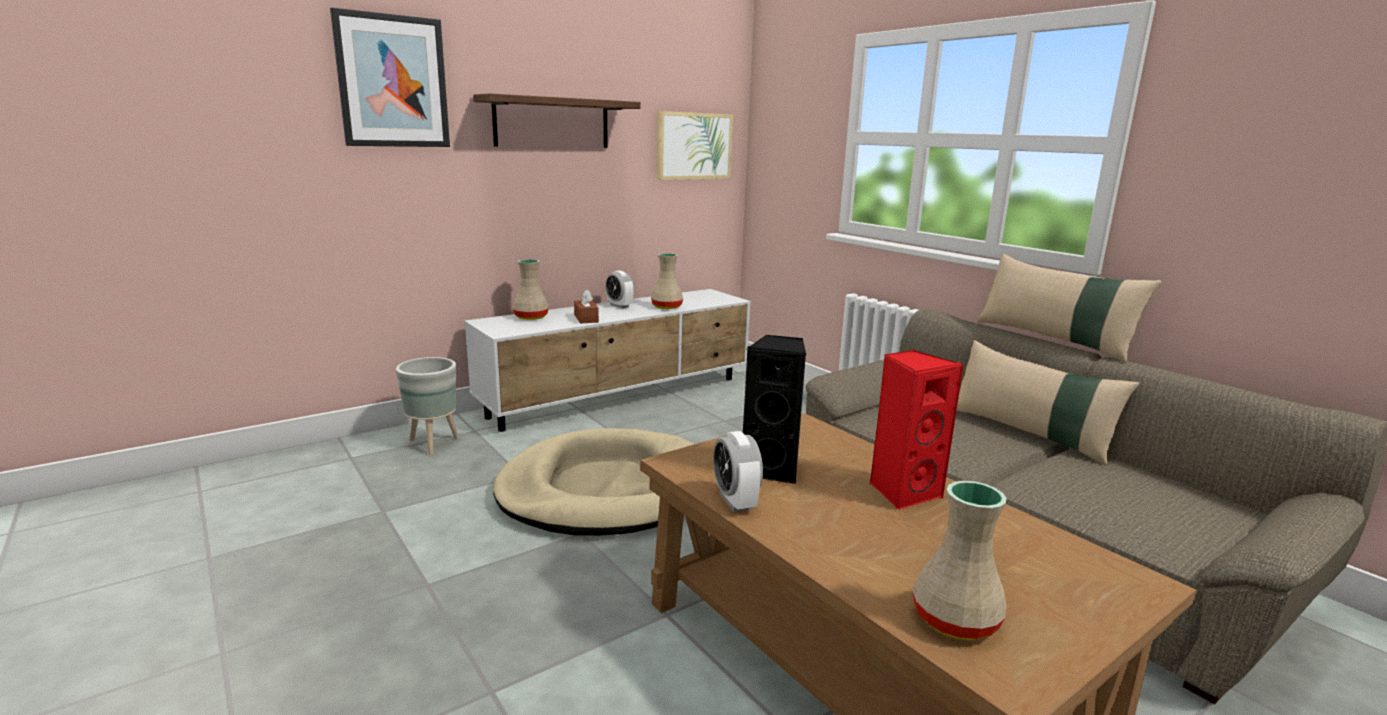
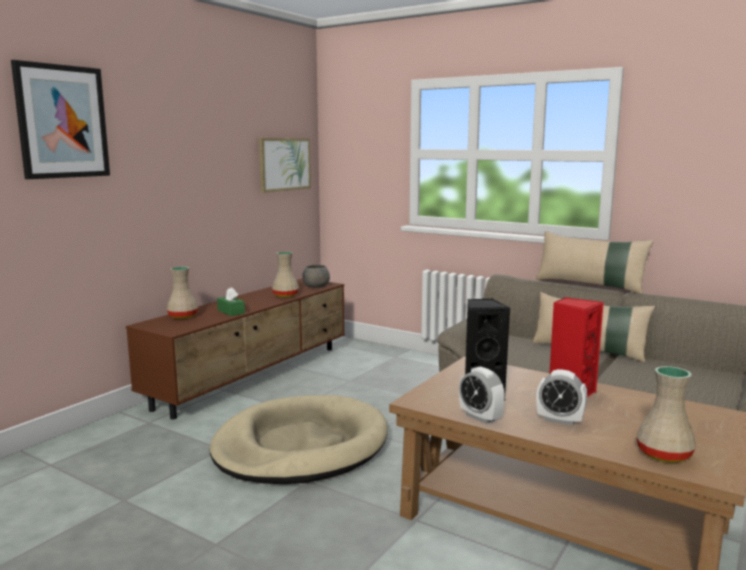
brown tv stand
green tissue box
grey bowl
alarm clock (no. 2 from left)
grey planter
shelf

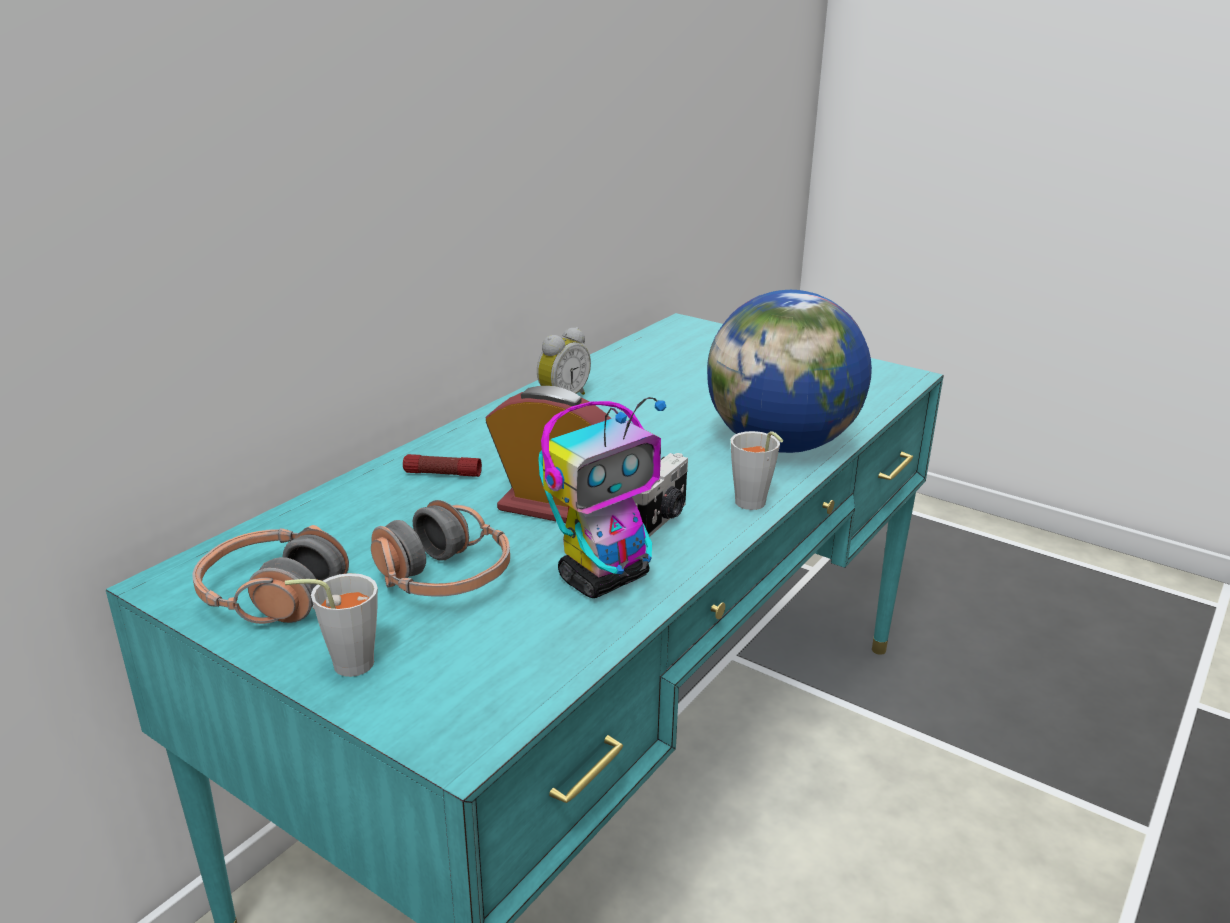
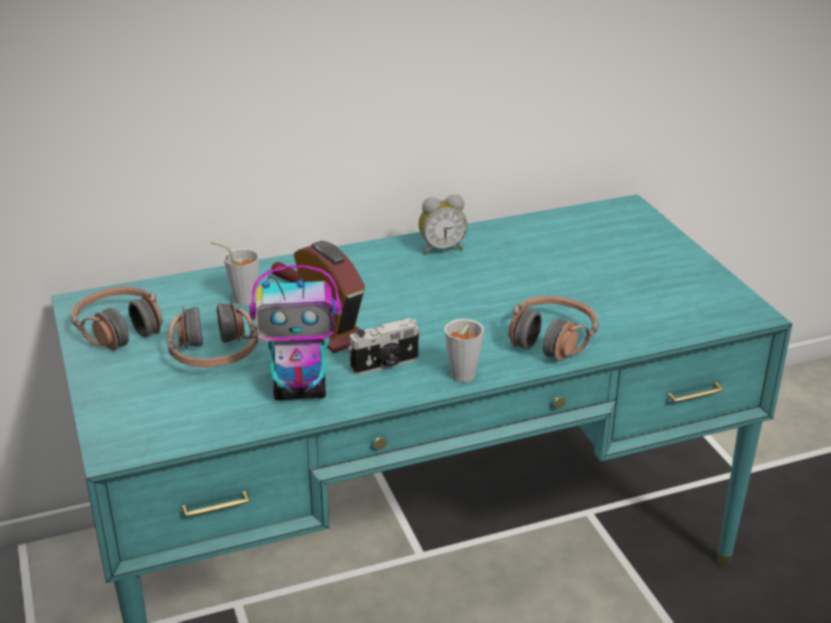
grey cup (no. 1 from left)
headphones (no. 3 from left)

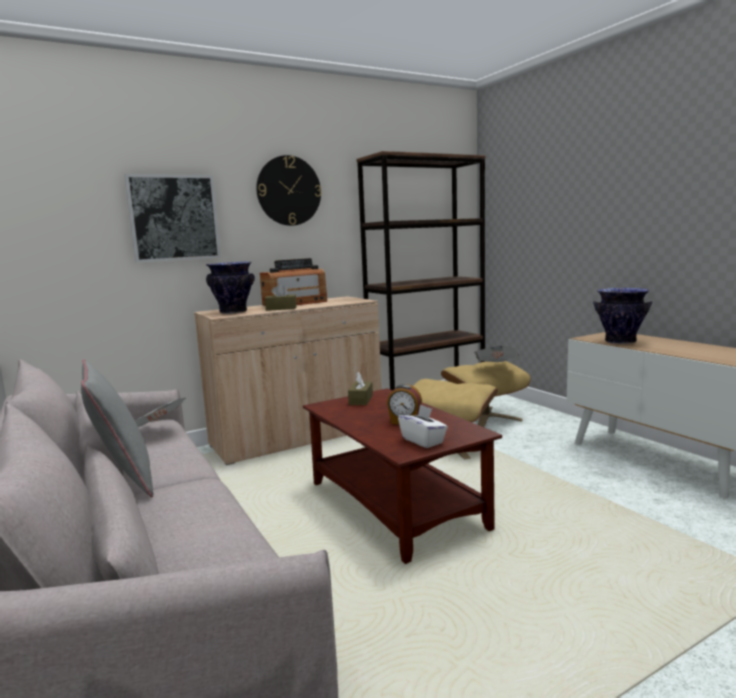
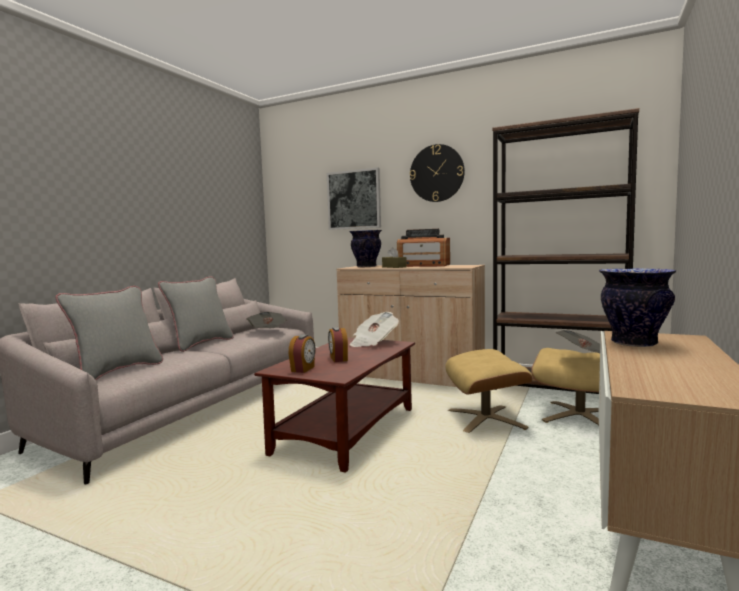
grey pillow (no. 1 from left)
alarm clock (no. 1 from left)
newspaper (no. 2 from left)

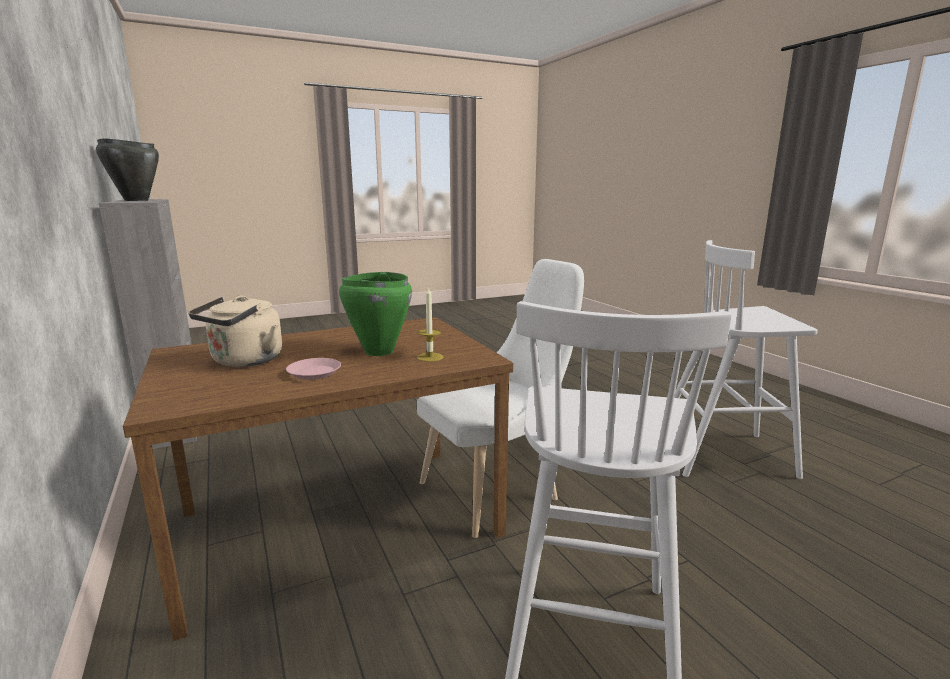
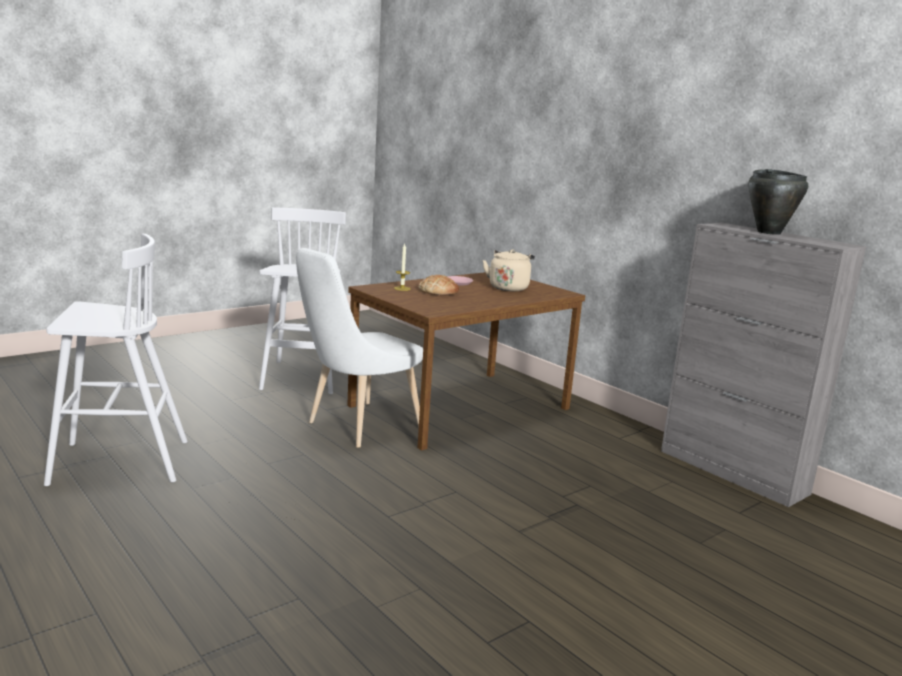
bread

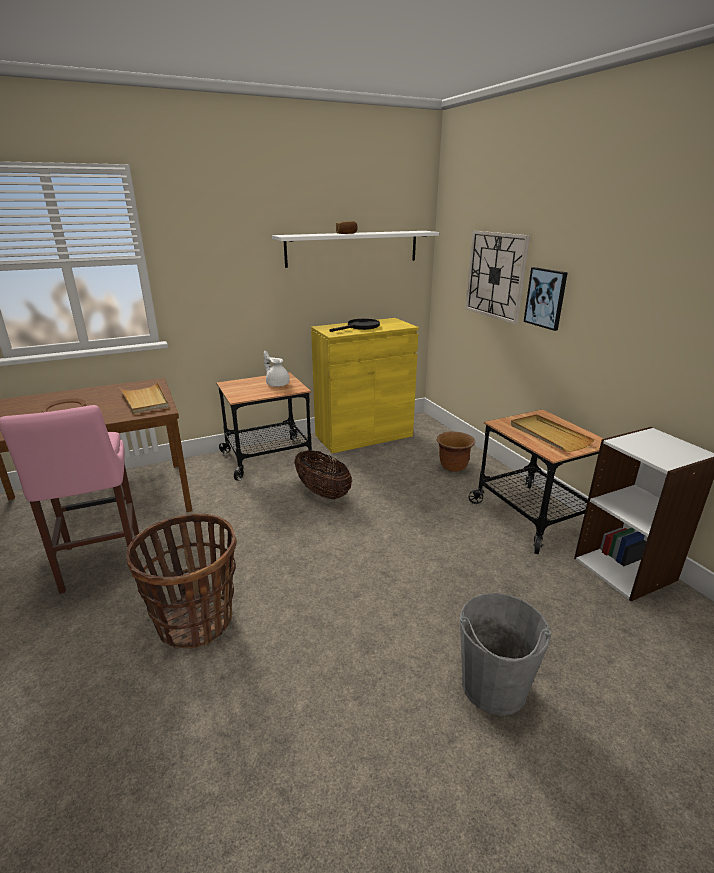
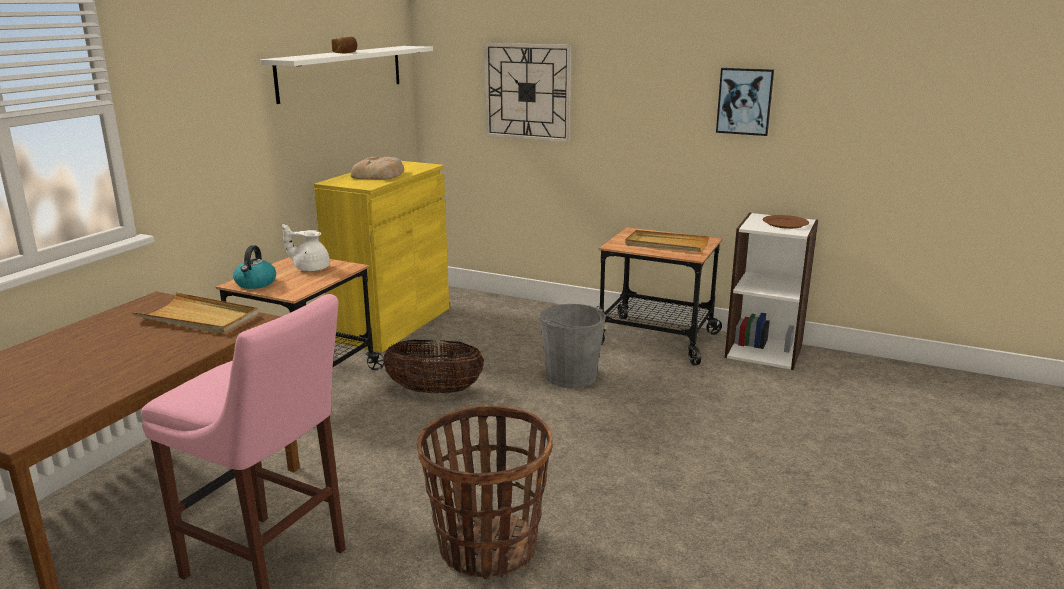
kettle
bread (no. 2 from left)
grey bucket
picture
brown plate
brown planter

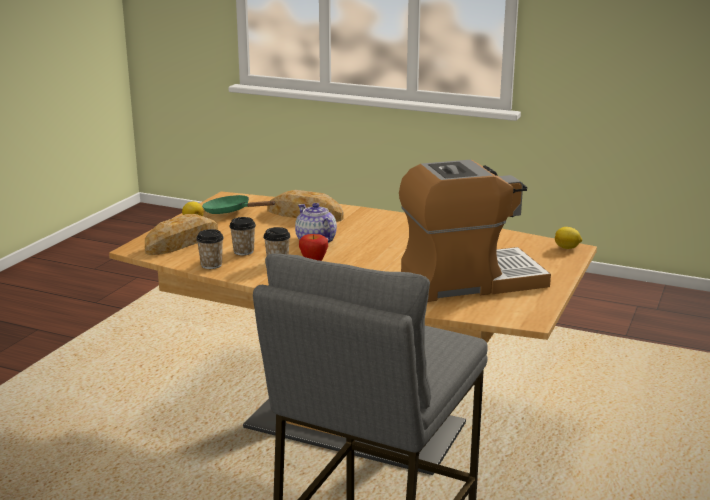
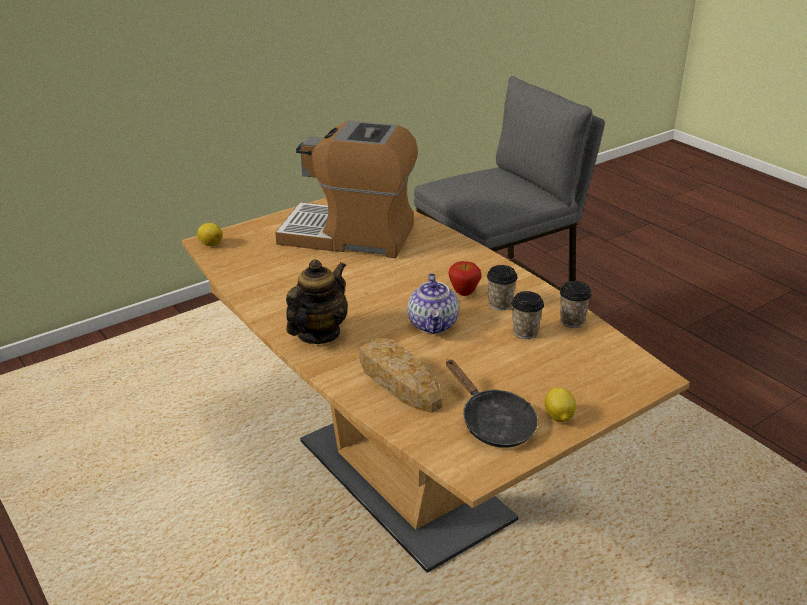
teapot (no. 1 from left)
black frying pan
bread (no. 1 from left in the first image)

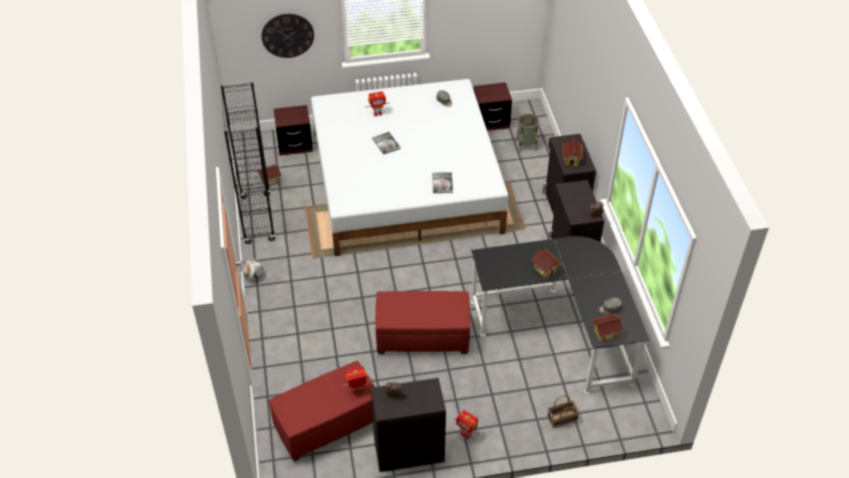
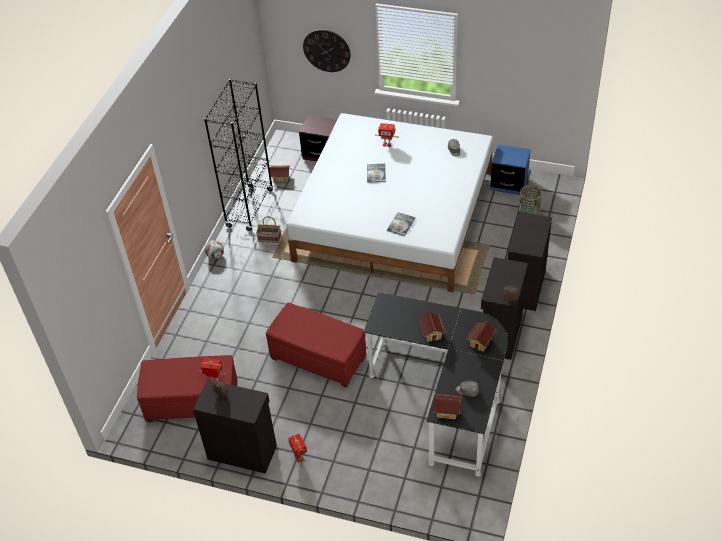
basket (no. 1 from left)
toy house (no. 4 from left)
blue nightstand

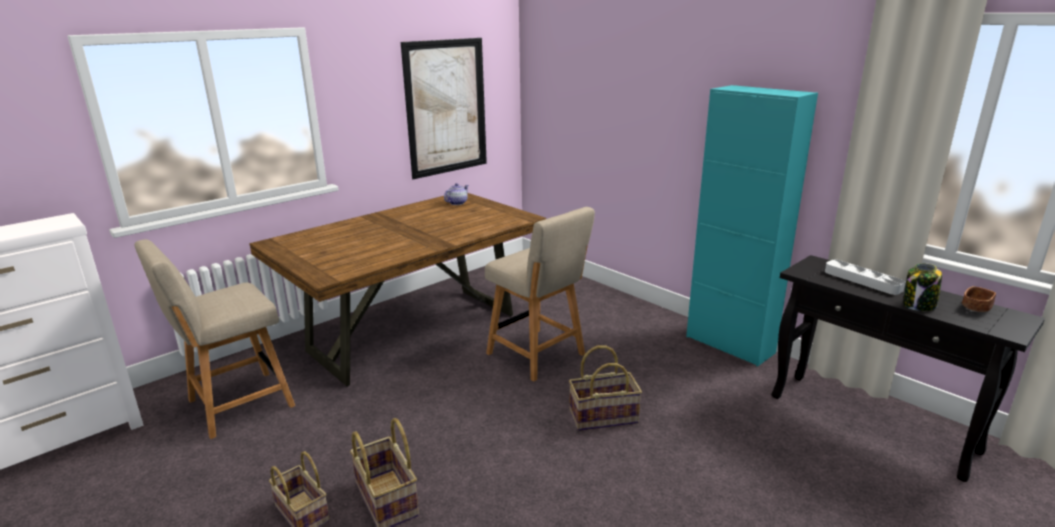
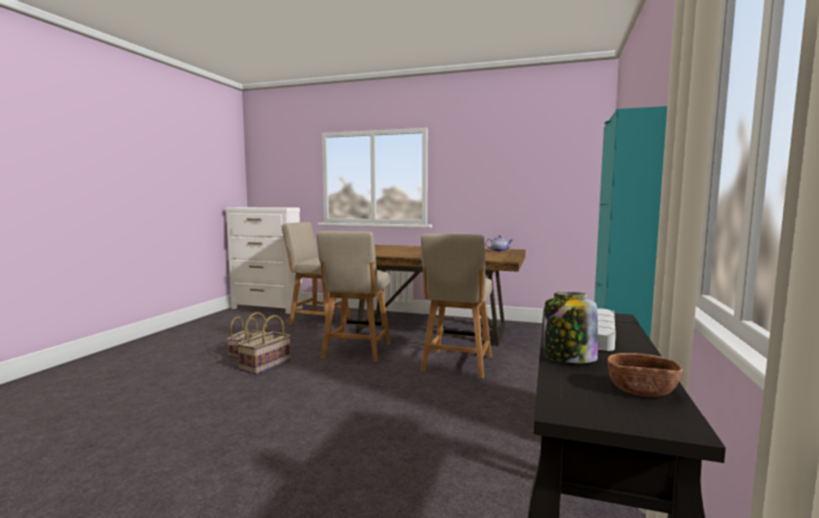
beige chair (no. 2 from left)
picture
basket (no. 3 from left in the first image)

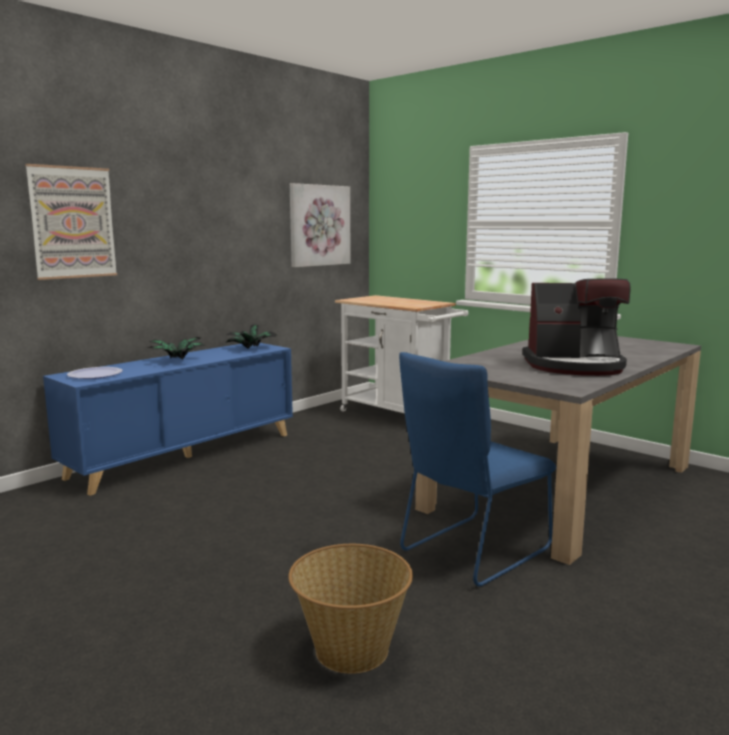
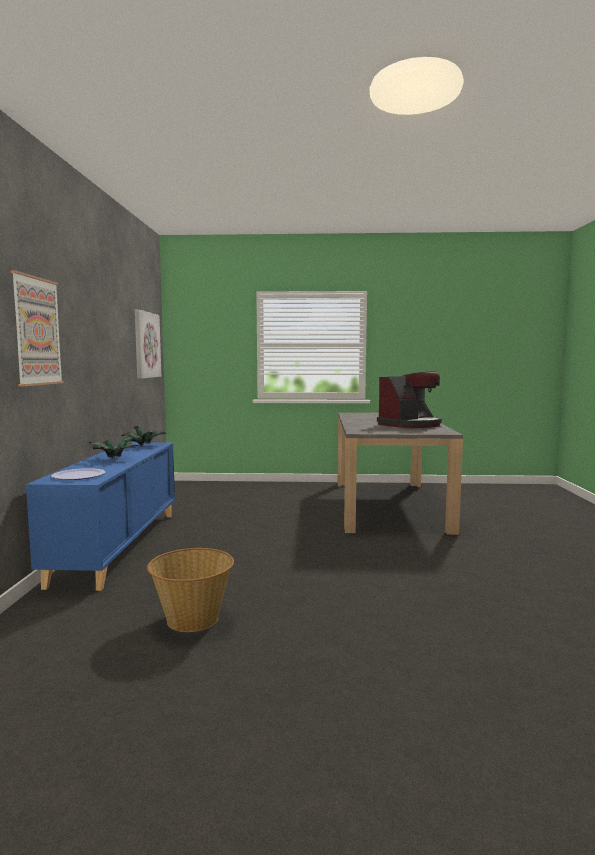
basket
white cart
blue chair

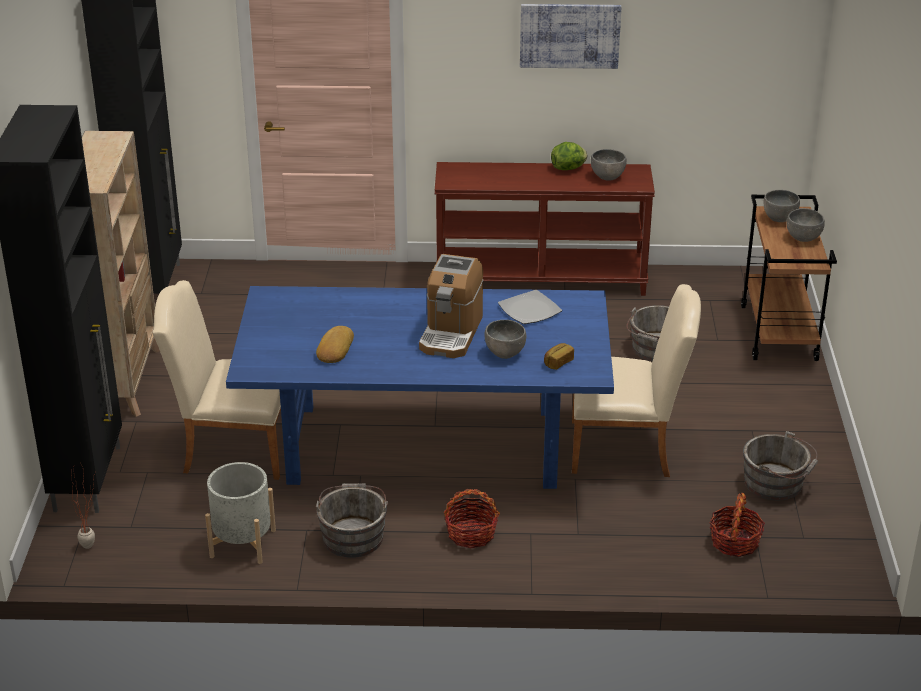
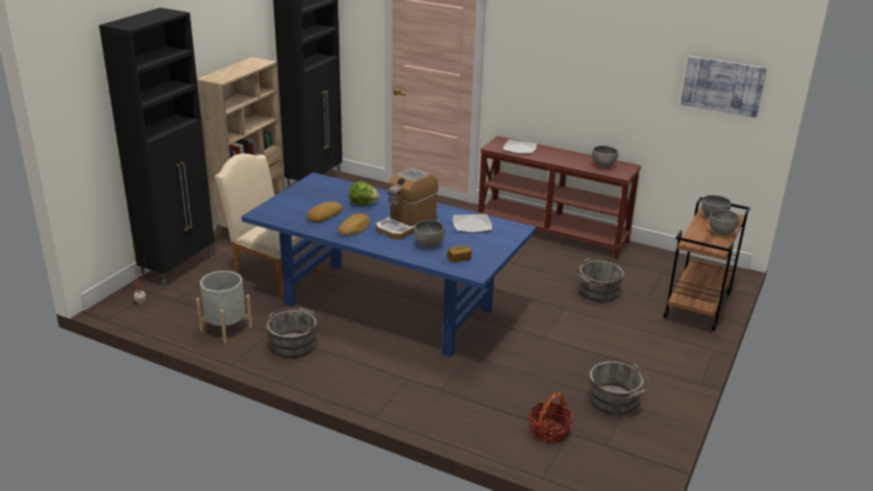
bread (no. 2 from left)
lettuce
plate (no. 2 from left)
picture
basket (no. 1 from left in the first image)
beige chair (no. 2 from left in the first image)

